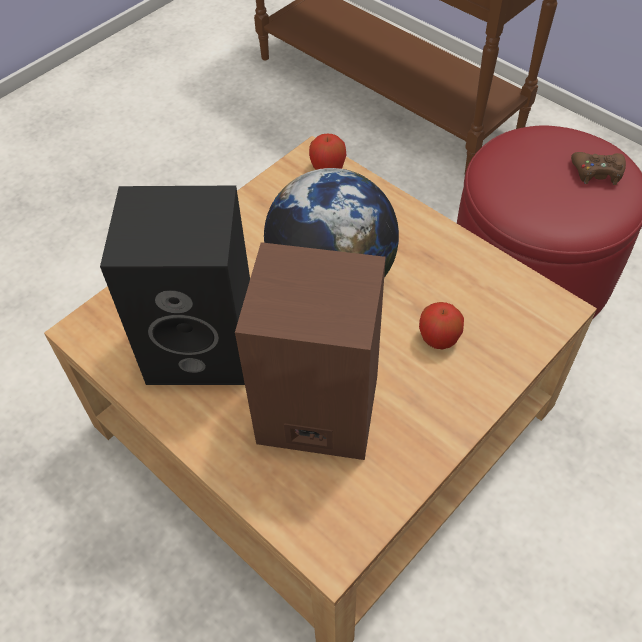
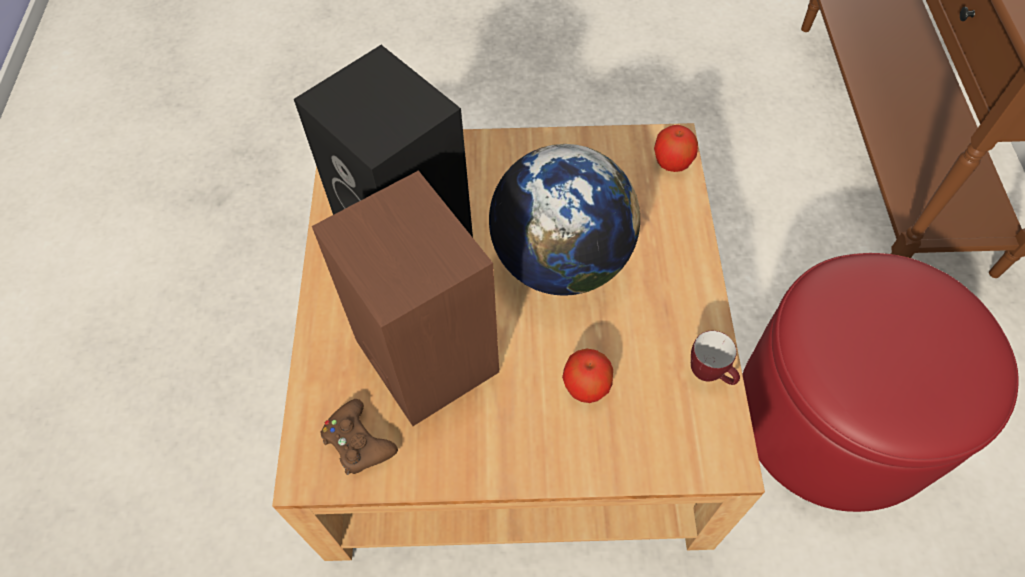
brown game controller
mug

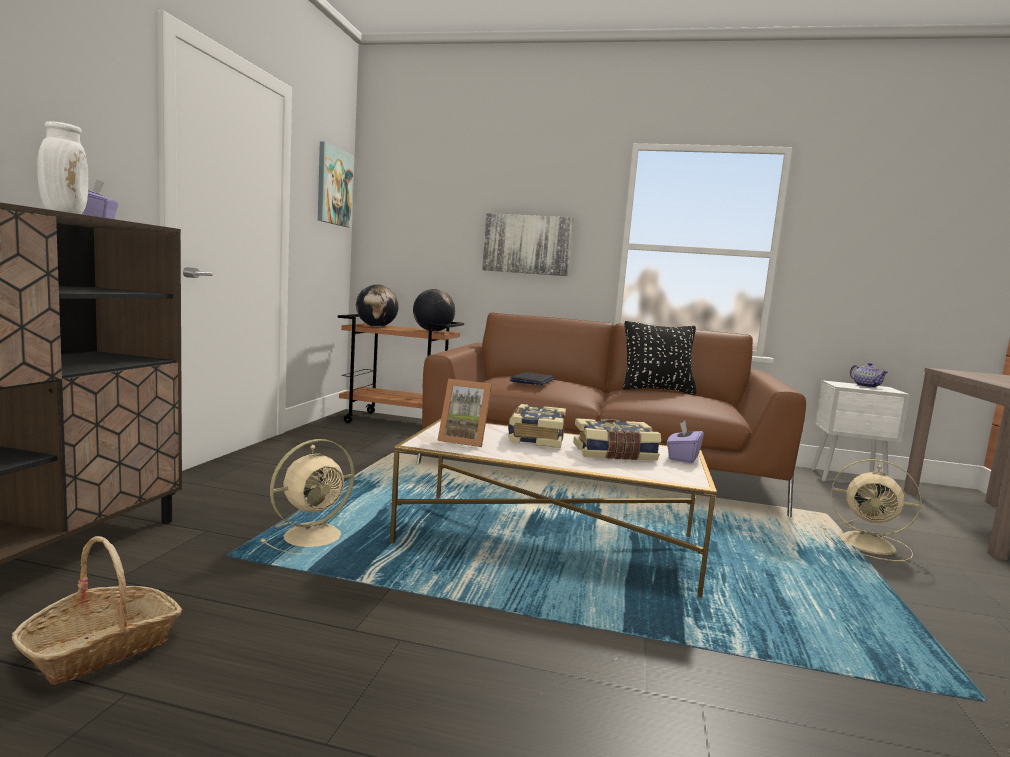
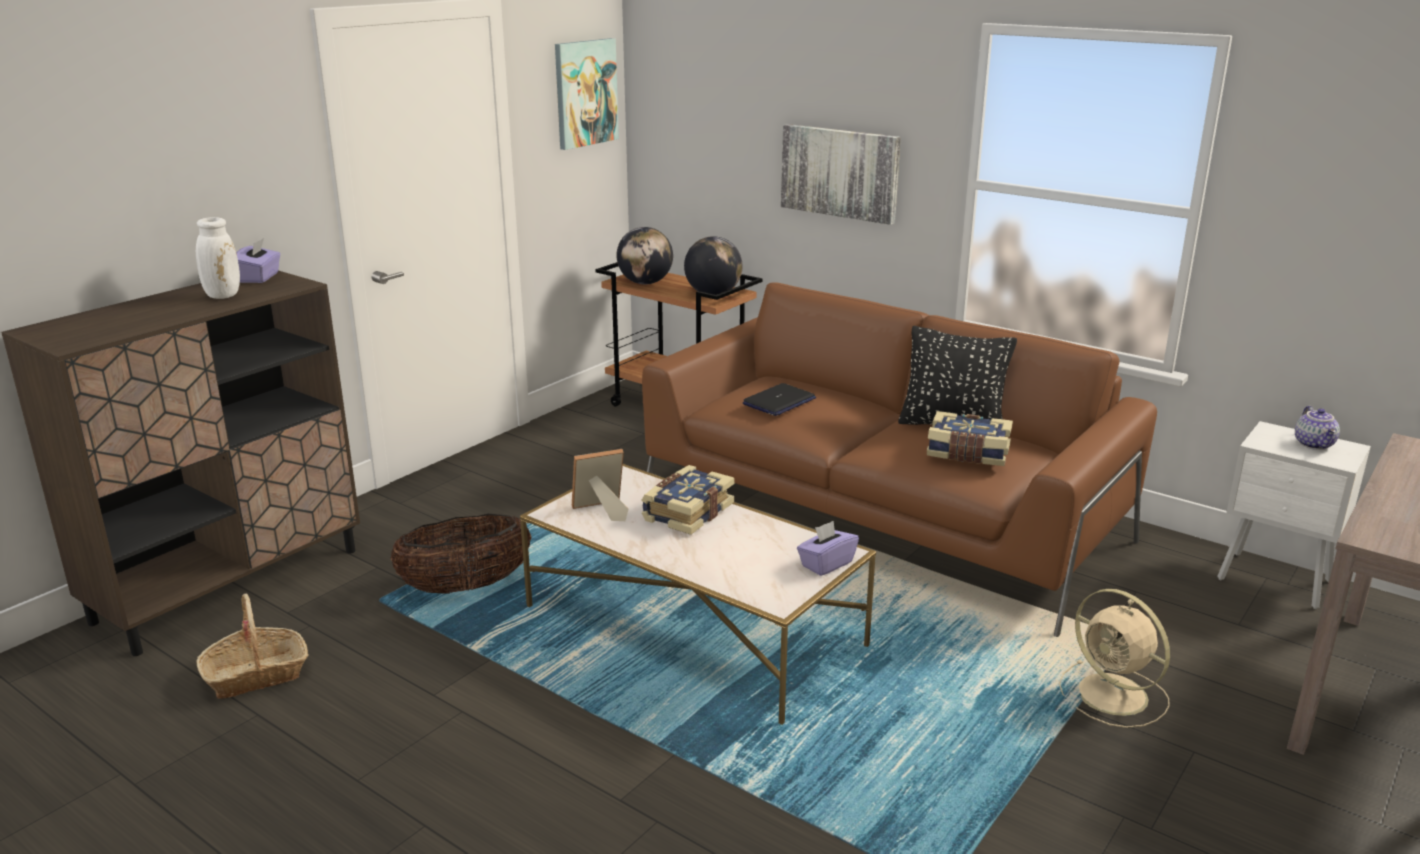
basket (no. 2 from left)
picture frame
book (no. 2 from left)

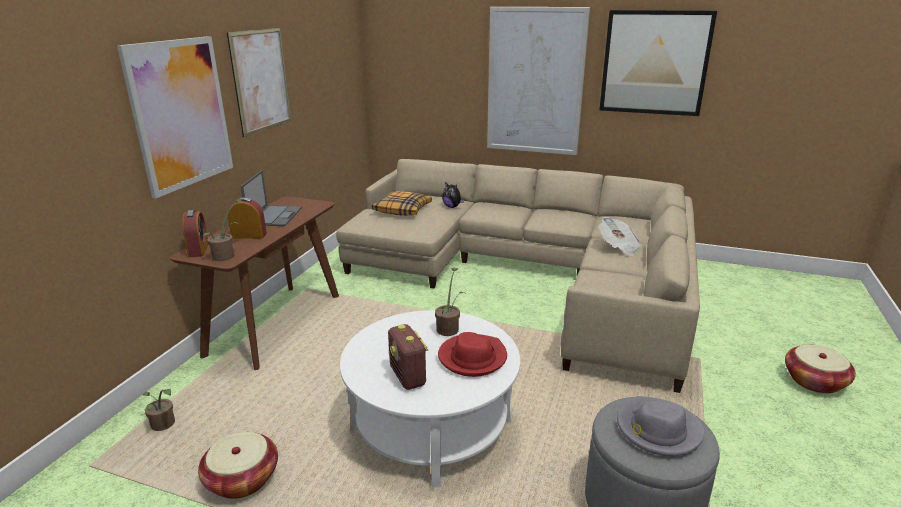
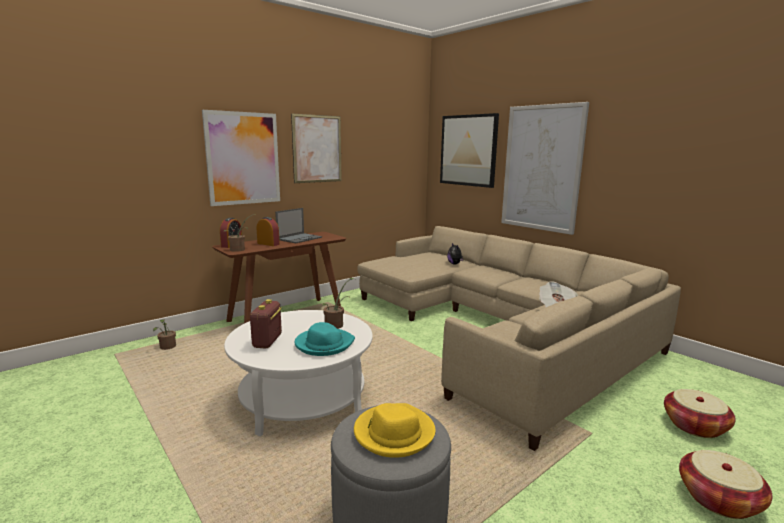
turquoise hat
yellow hat
picture (no. 3 from left)
basket (no. 1 from left)
pillow

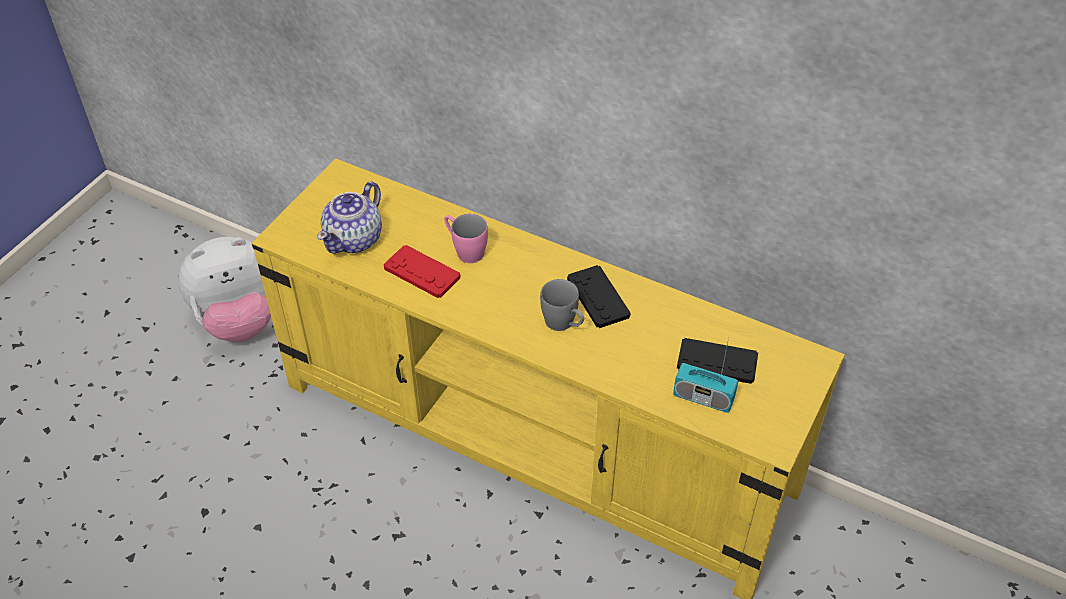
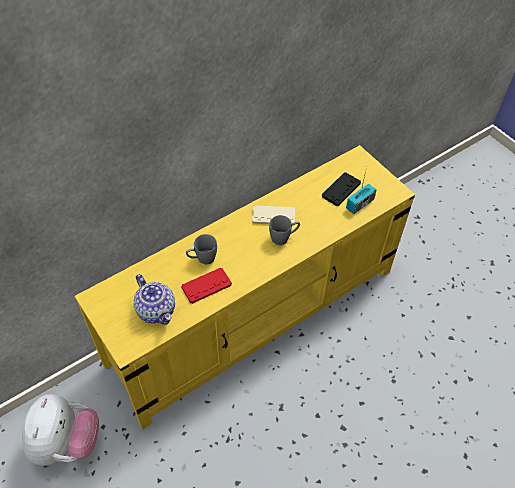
grey mug (no. 1 from left)
beige game controller

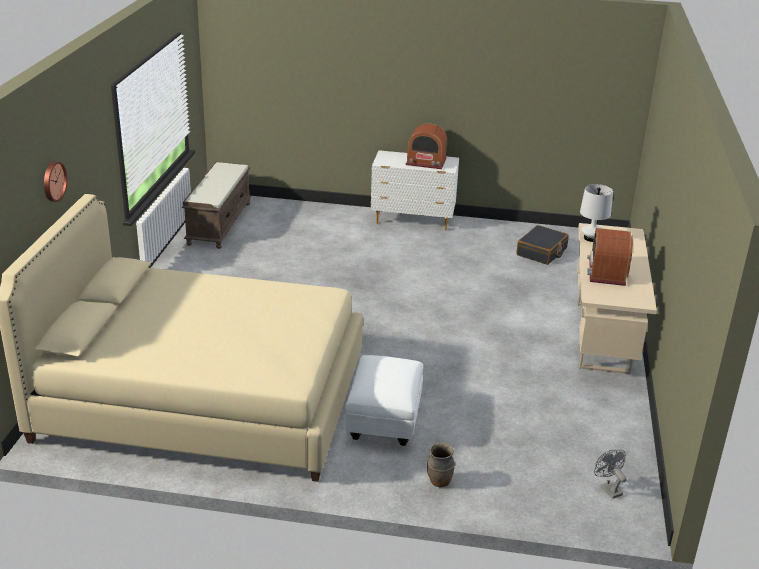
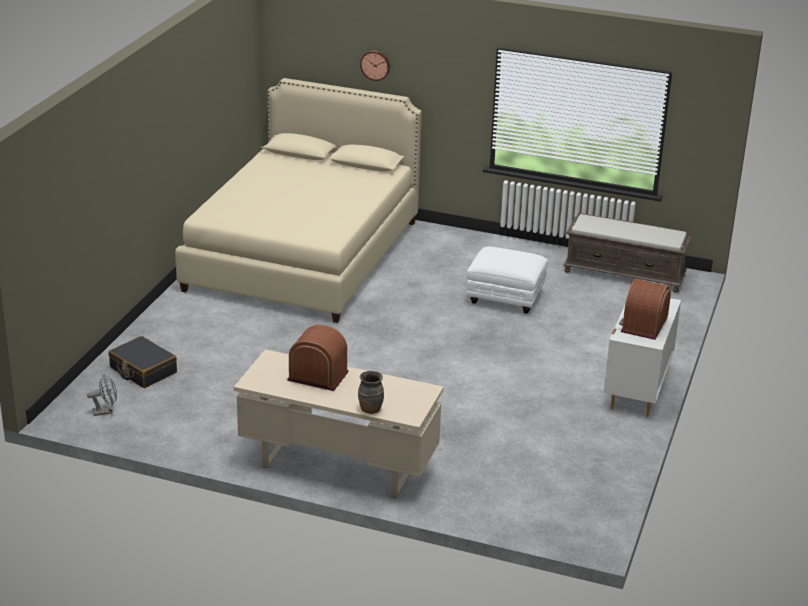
black suitcase
brown vase
white ottoman
white table lamp

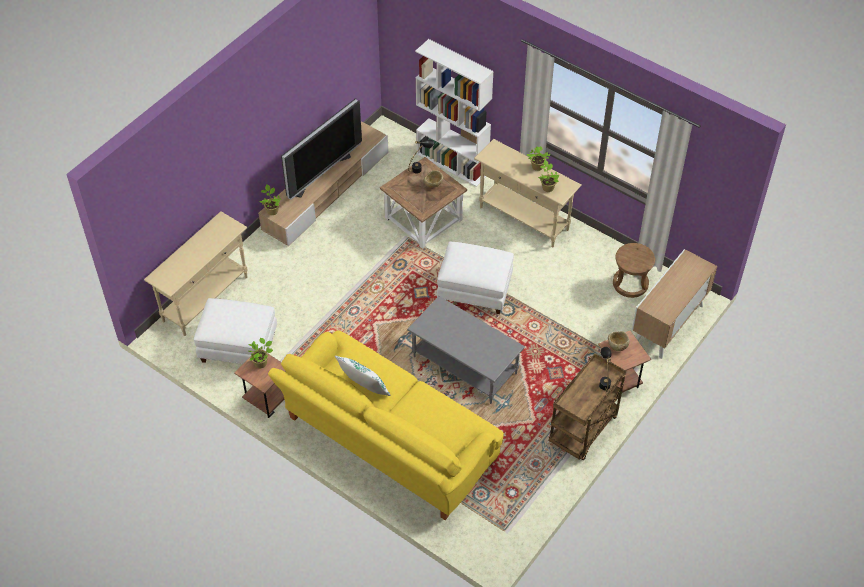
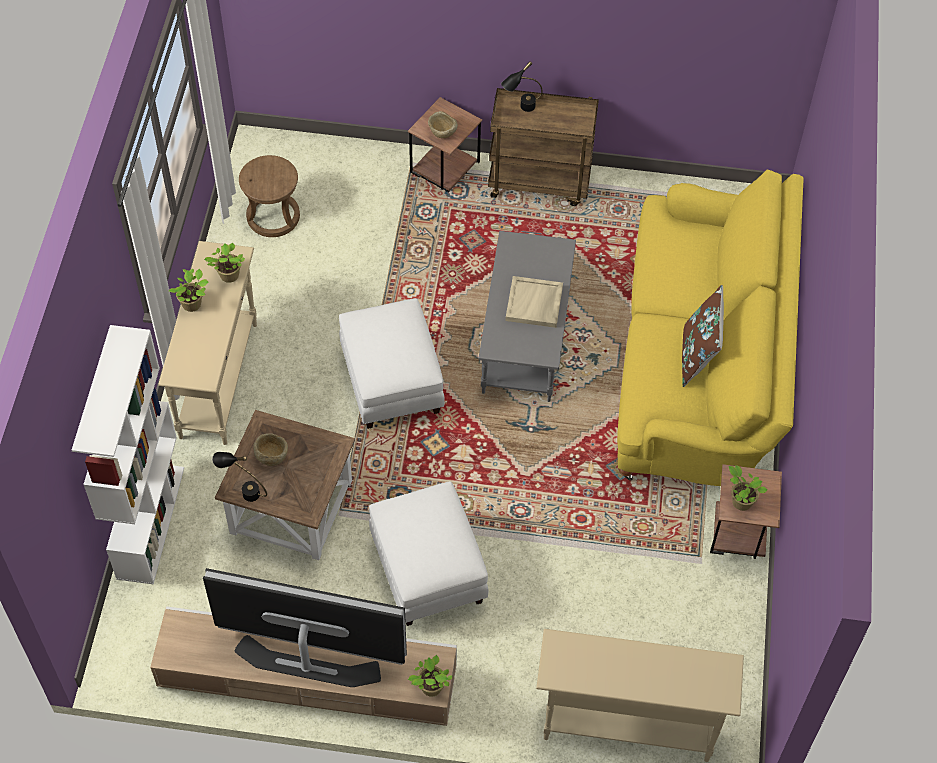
white ottoman (no. 2 from left)
beige tray
brown pillow
cabinet

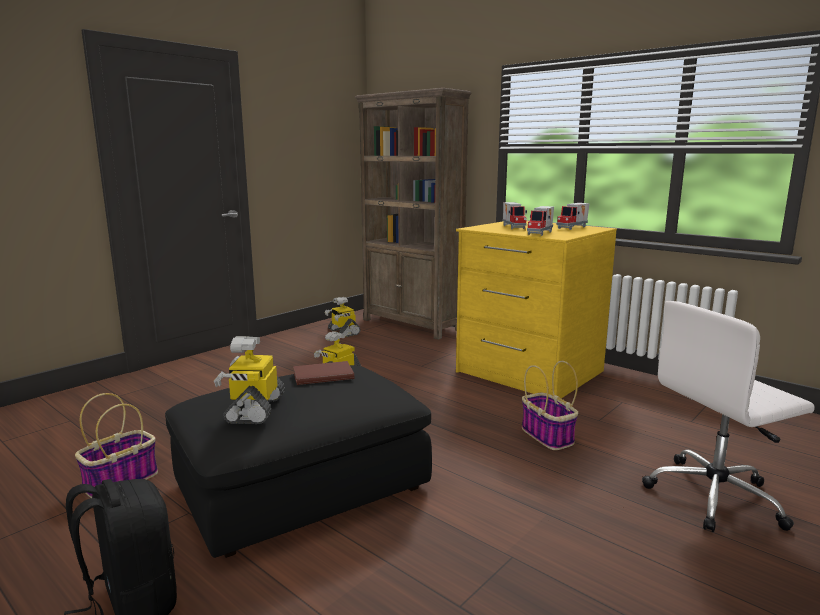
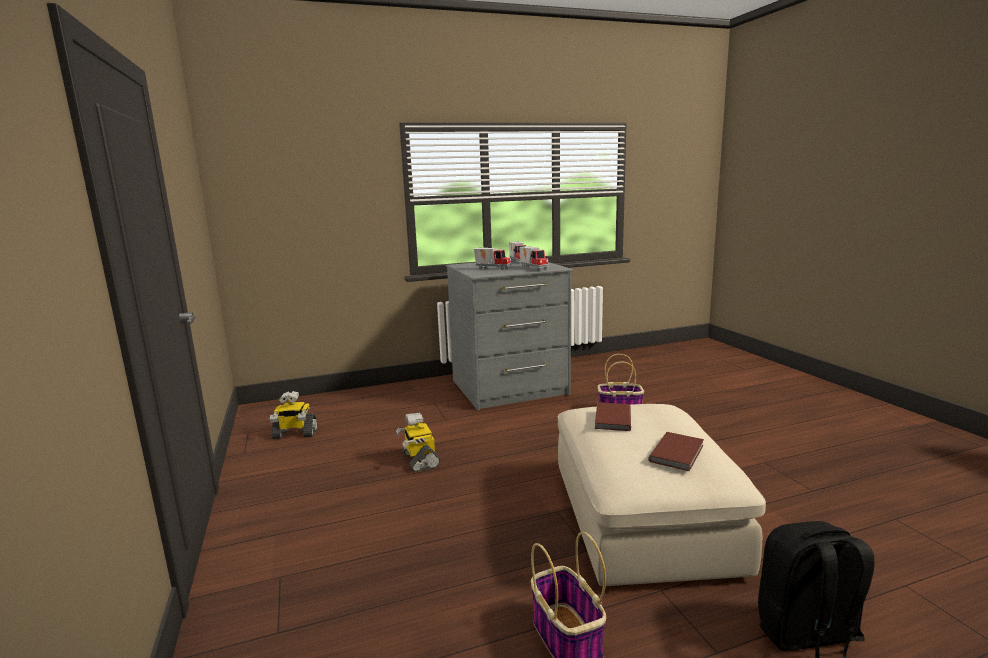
grey dresser
beige ottoman
brown book (no. 2 from left)
brown bookcase
white office chair

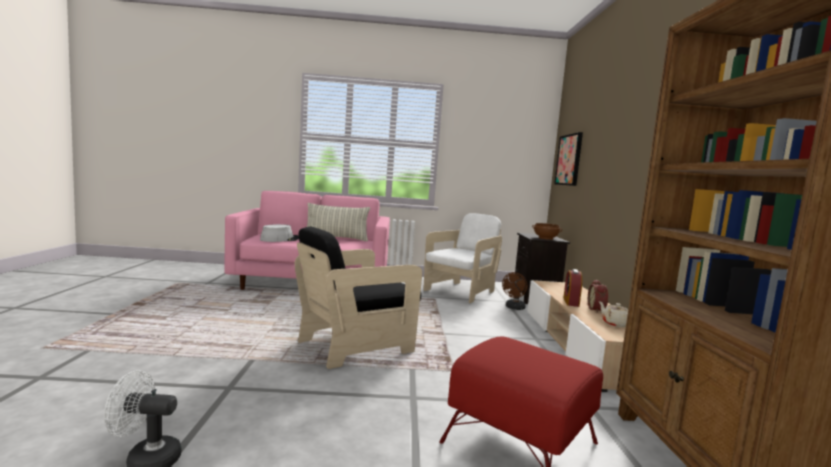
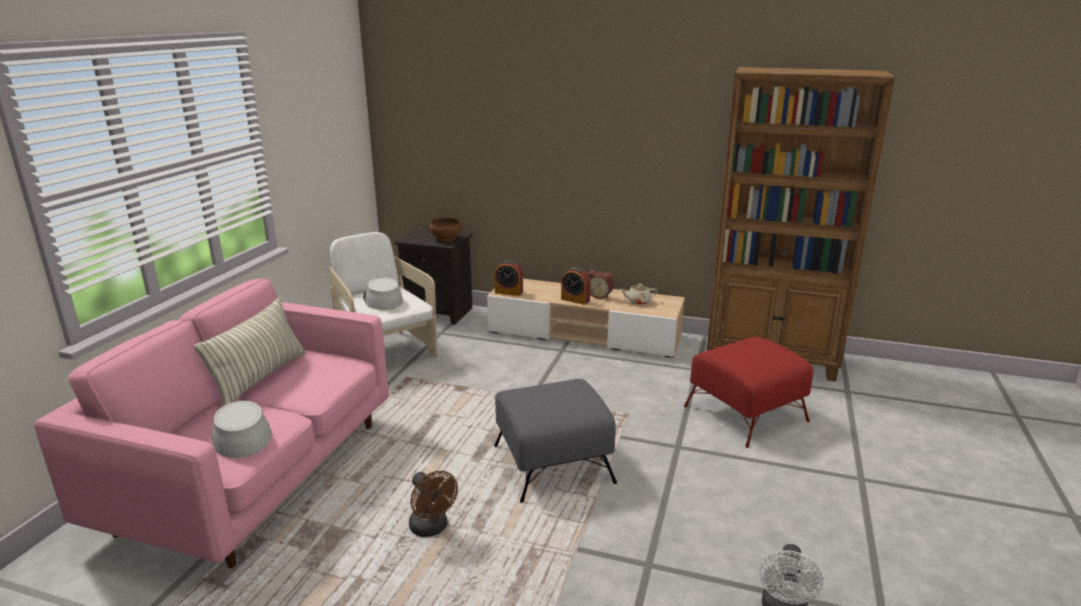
grey hat (no. 2 from left)
brown fan
alarm clock (no. 1 from left)
grey ottoman
picture

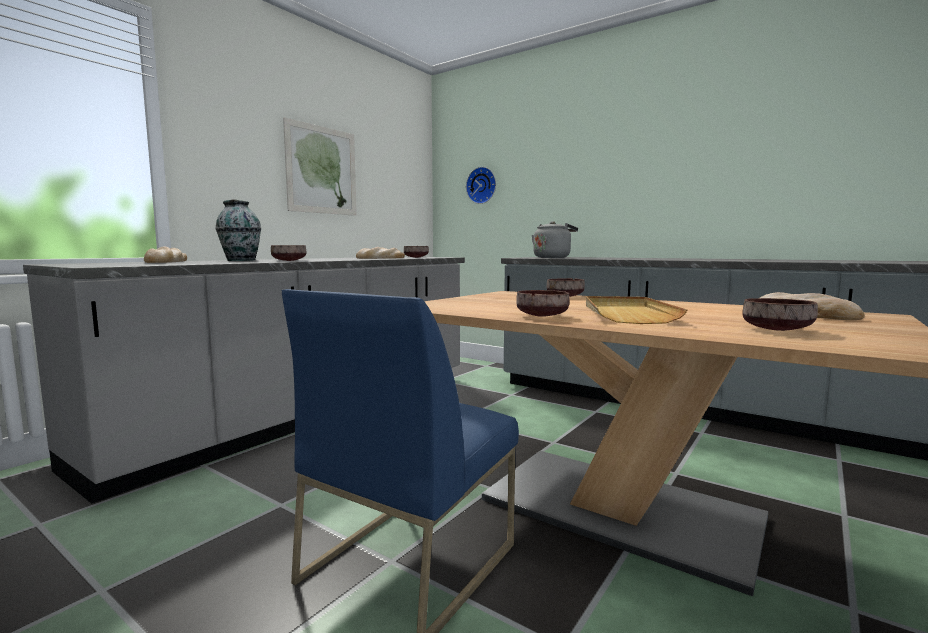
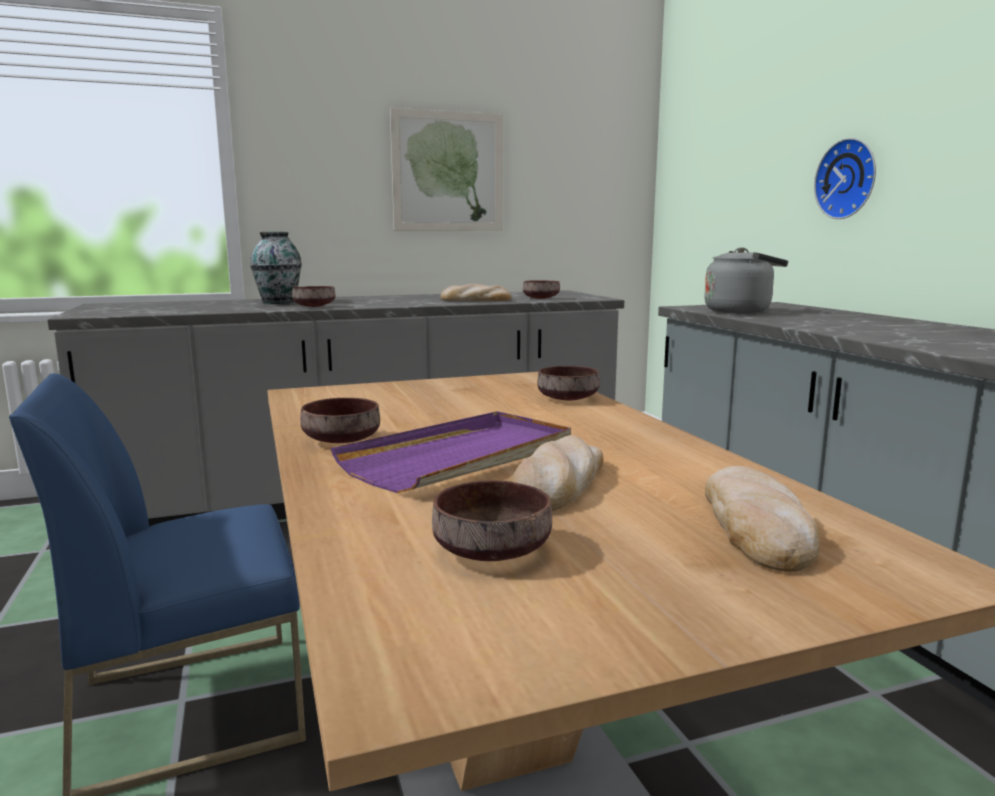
purple tray
bread (no. 2 from left)
wall clock

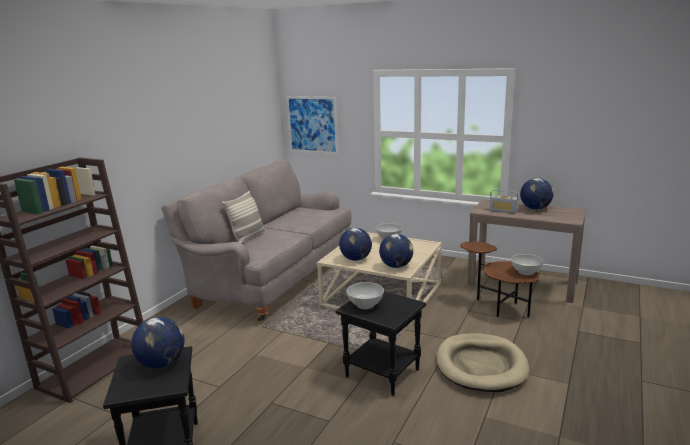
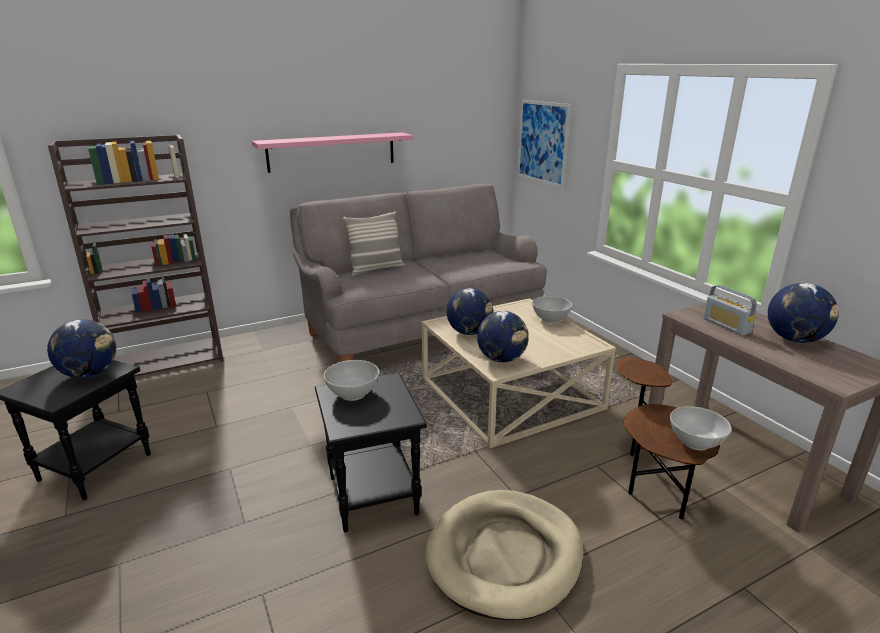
pink shelf

